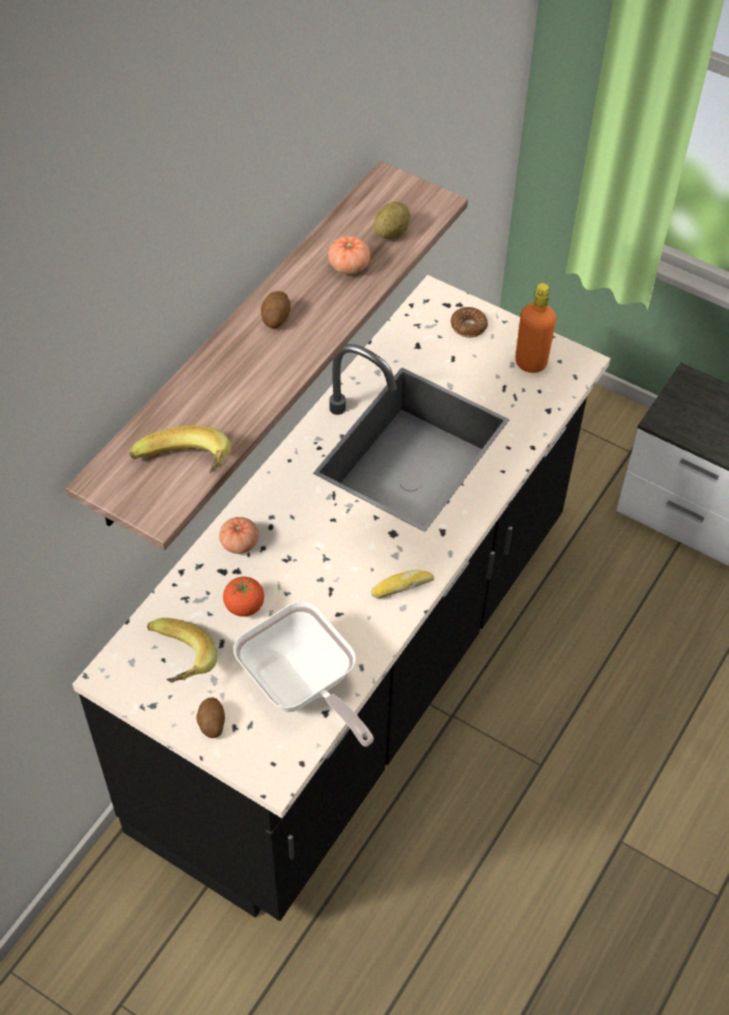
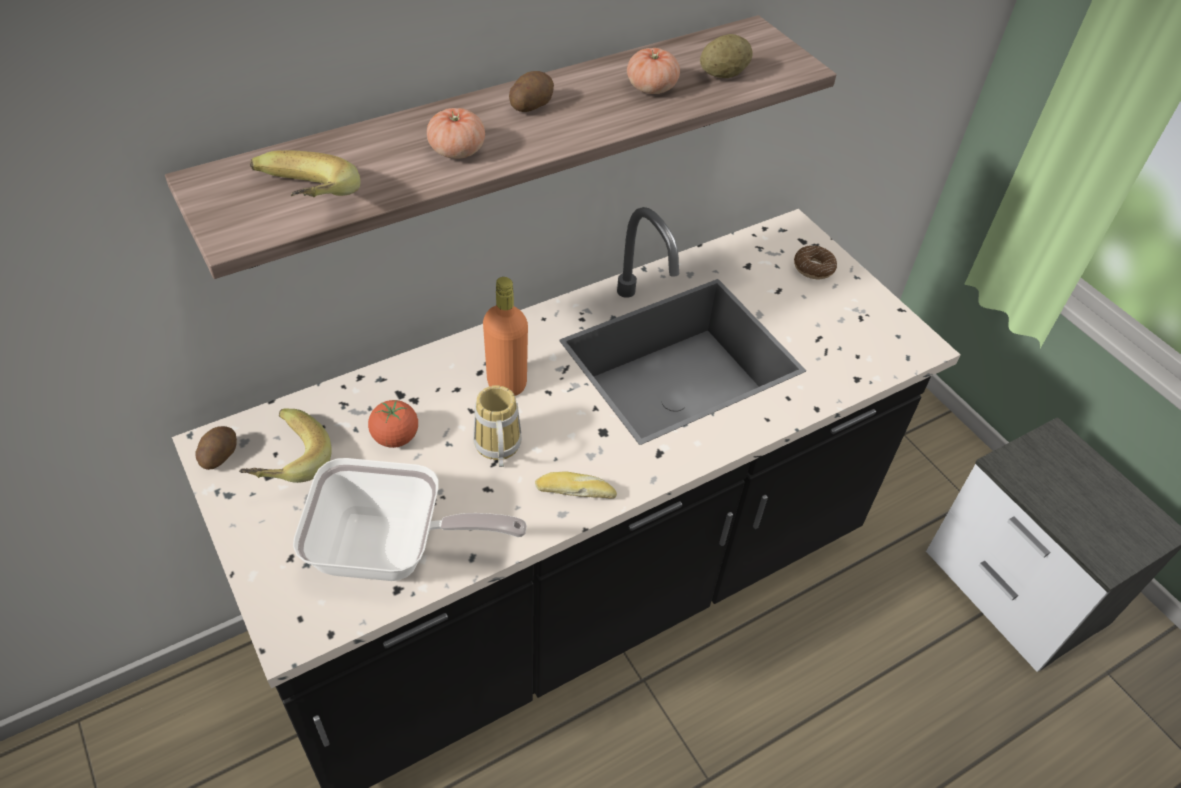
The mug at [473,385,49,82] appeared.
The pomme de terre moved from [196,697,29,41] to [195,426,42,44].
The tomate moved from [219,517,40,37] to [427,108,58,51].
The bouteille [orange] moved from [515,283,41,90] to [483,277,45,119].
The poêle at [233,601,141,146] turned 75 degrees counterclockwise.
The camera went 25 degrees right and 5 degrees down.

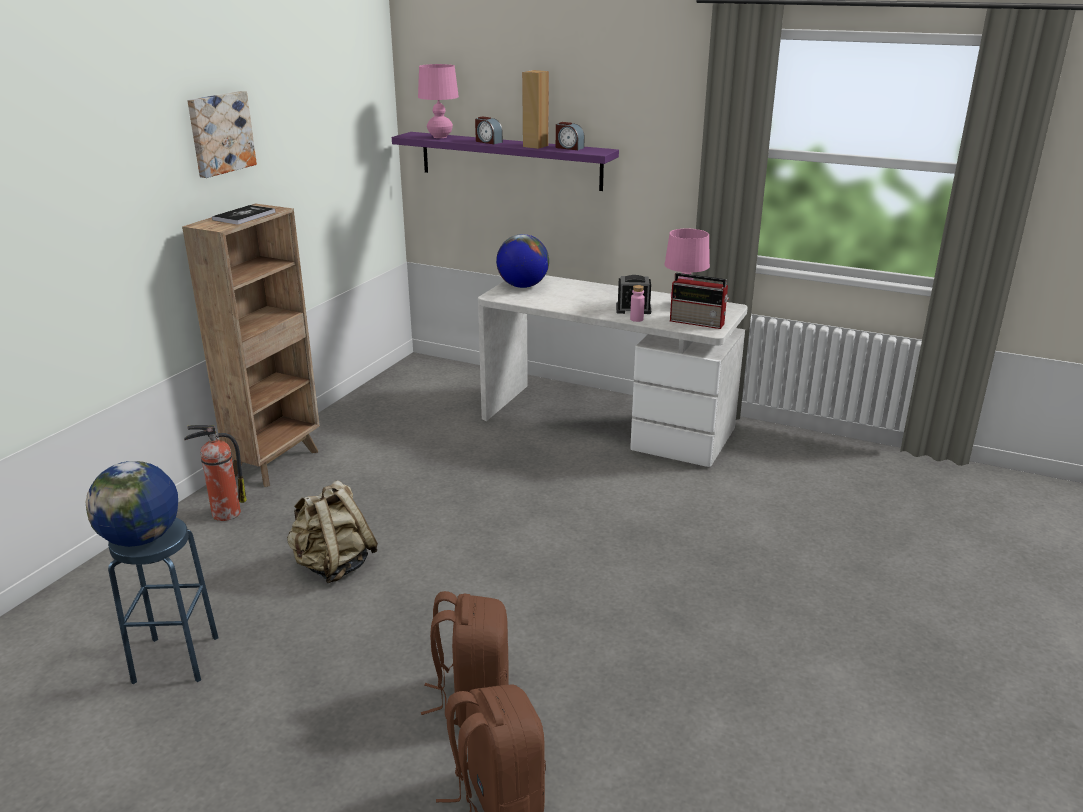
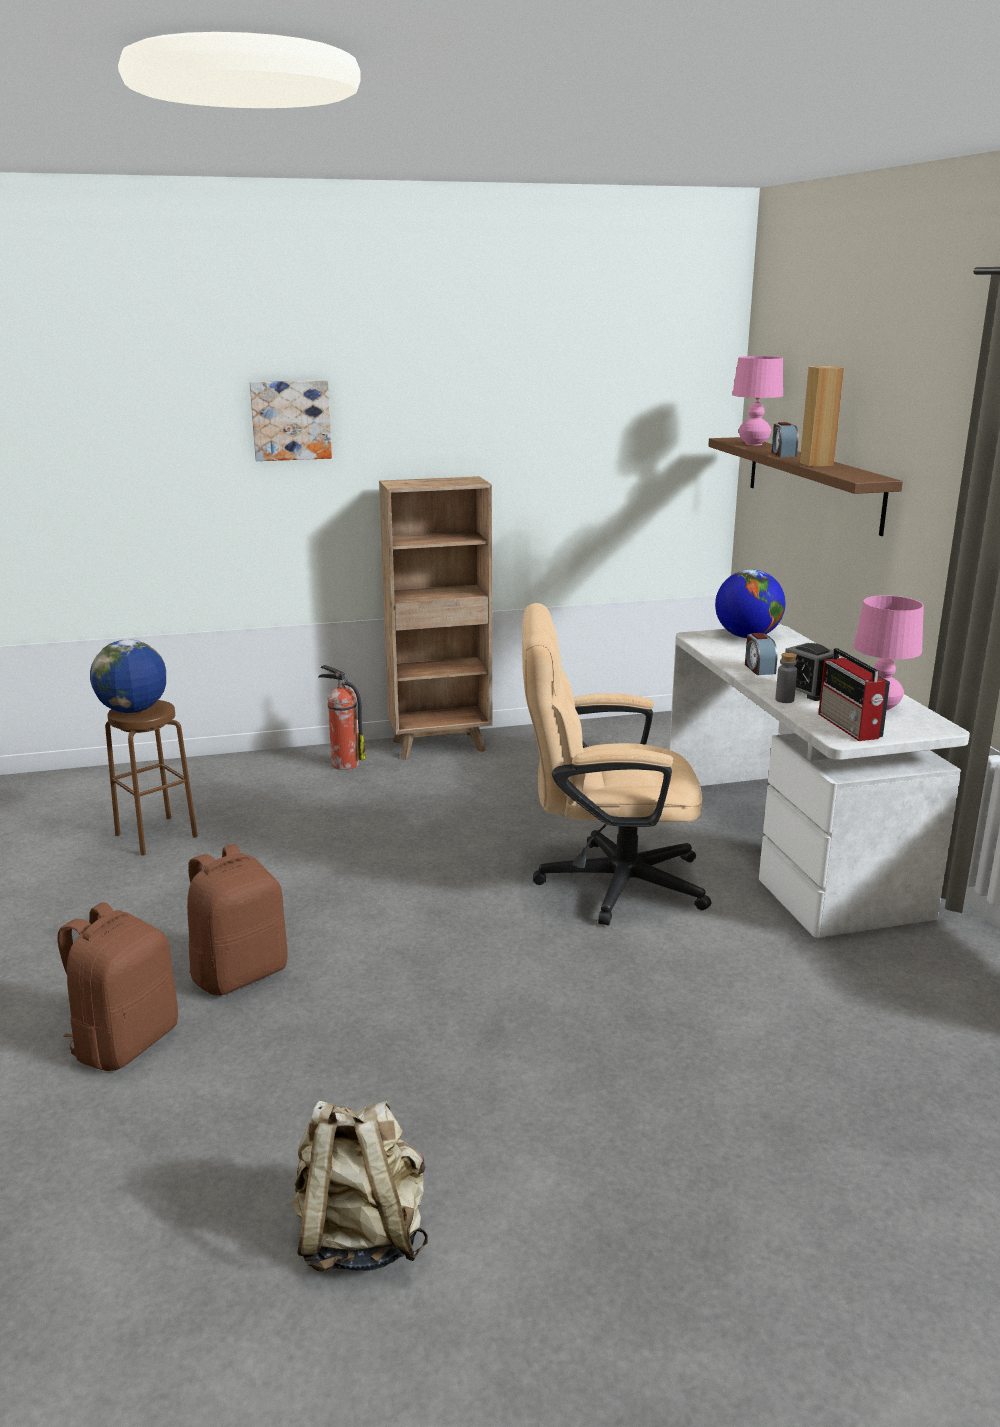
The livre at [212,205,64,20] disappeared.
The chaise de bureau [beige] at [522,603,189,323] appeared.
The tableau moved from [187,91,70,87] to [250,380,82,81].
The sac à dos [beige] moved from [287,480,91,103] to [292,1101,136,171].
The réveil moved from [556,122,28,28] to [745,633,33,42].
The tabouret [bleu] at [108,518,111,166] became the tabouret [marron] at [105,700,93,155].
The étagère [violet] at [392,132,227,59] became the étagère [marron] at [708,437,195,99].
The bouteille [rose] at [630,285,15,37] became the bouteille [gris] at [775,653,22,50].
The camera went 50 degrees right and 5 degrees down.

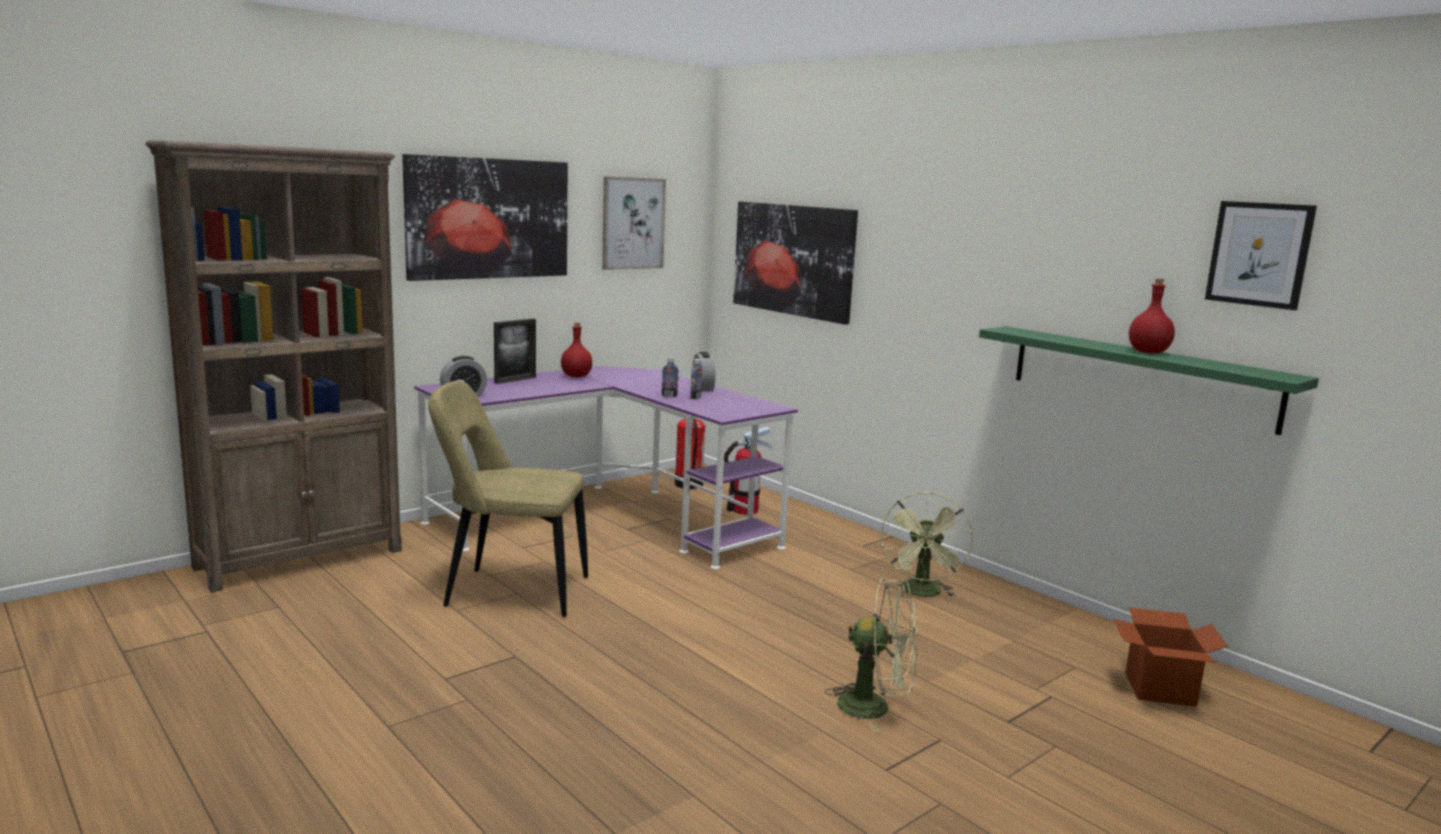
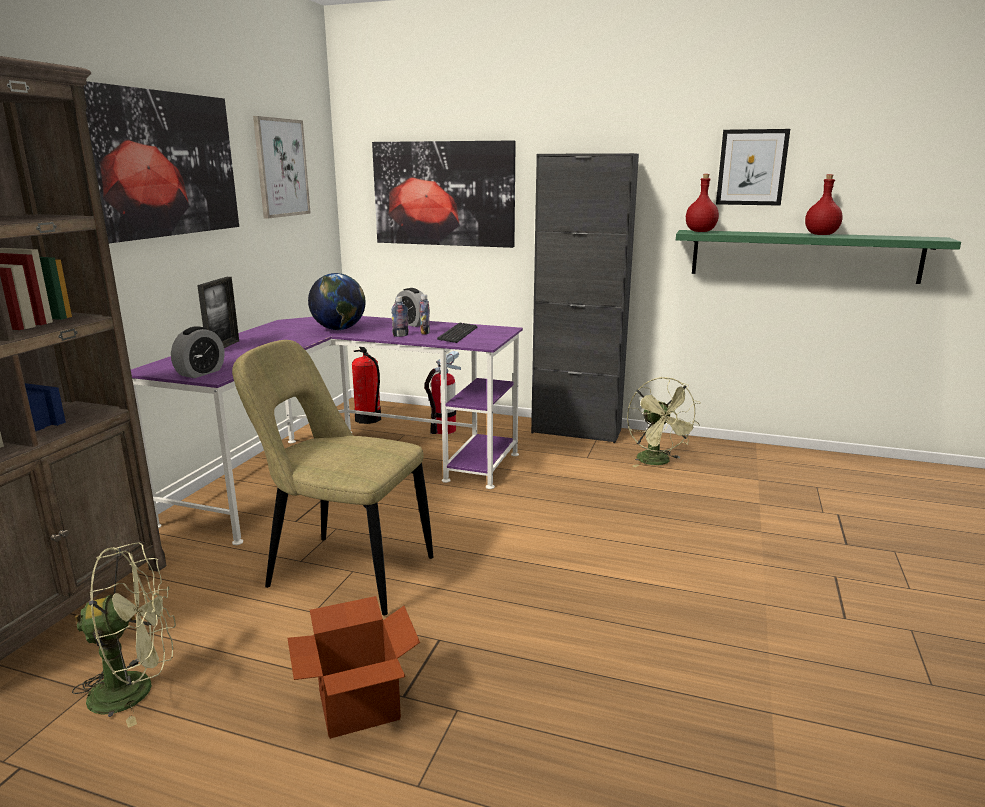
The globe at [308,273,58,57] appeared.
The clavier at [437,323,40,20] appeared.
The meuble de rangement [noir] at [531,153,108,290] appeared.
The bouteille [rouge] moved from [561,322,31,55] to [686,174,33,58].
The ventilateur [vert] moved from [825,578,92,154] to [72,543,104,185].
The carton moved from [1113,607,115,100] to [287,596,133,143].
The tableau moved from [1205,201,112,109] to [716,129,74,77].
The chaise [beige] at [429,381,159,236] turned 45 degrees clockwise.
The camera went 30 degrees left and 5 degrees up.

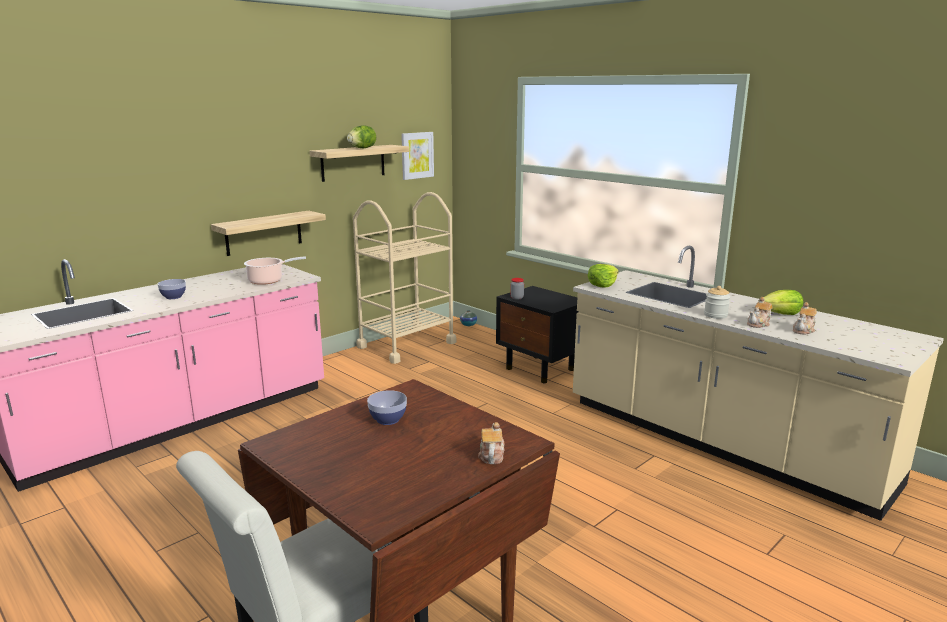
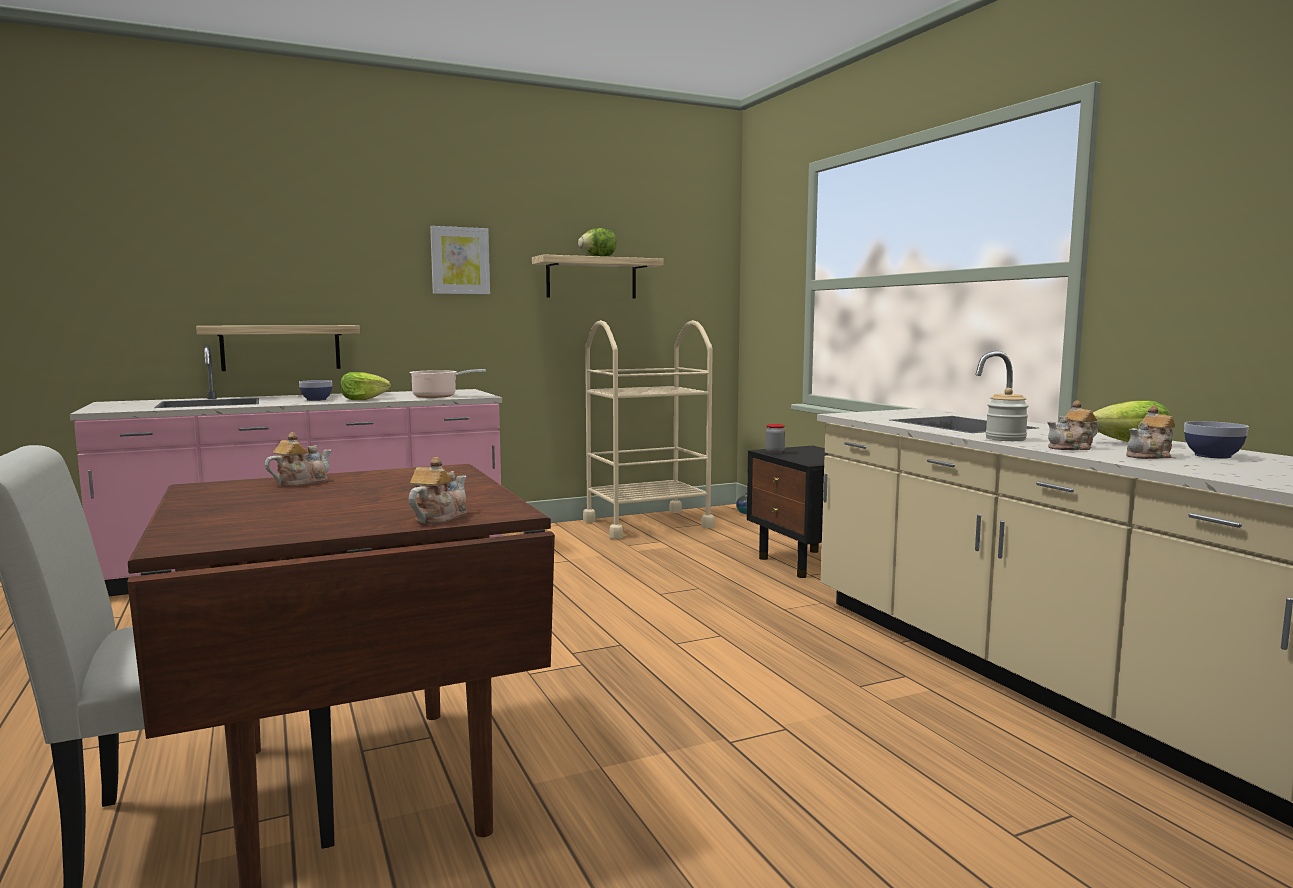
The théière at [265,432,67,55] appeared.
The étagère moved from [211,211,115,45] to [196,325,164,46].
The bol moved from [367,390,40,35] to [1184,421,65,38].
The tableau moved from [401,132,33,48] to [430,226,60,68].
The laitue moved from [588,264,31,23] to [340,372,51,28].
The camera went 20 degrees right and 10 degrees down.

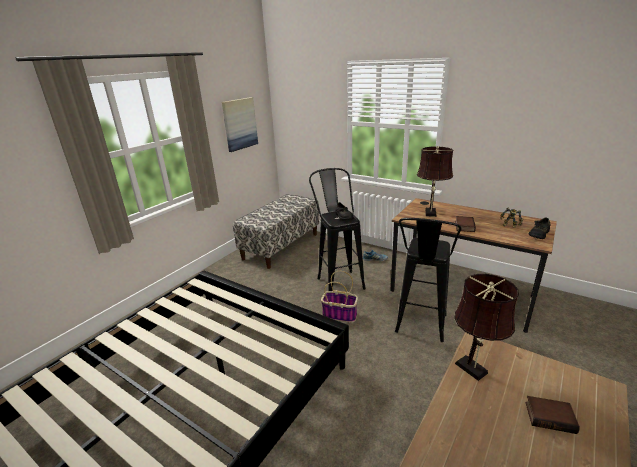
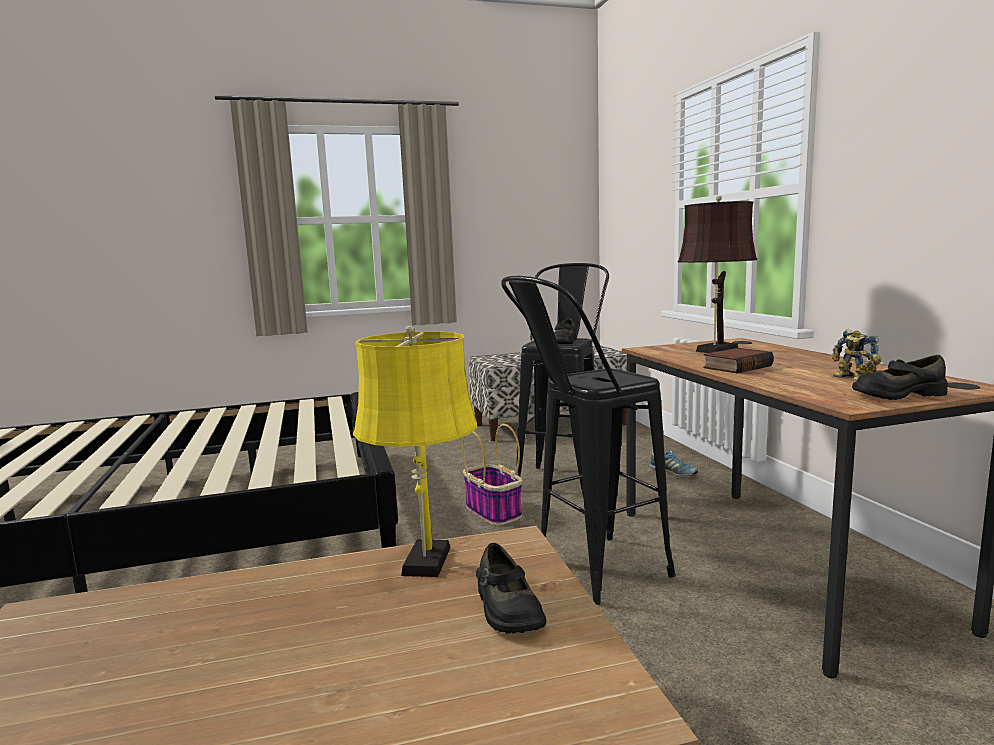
The tableau at [222,97,36,55] disappeared.
The livre at [525,396,55,38] disappeared.
The chaussure [noir] at [476,543,71,90] appeared.
The lampe de table [marron] at [454,274,65,107] became the lampe de table [jaune] at [353,325,125,252].
The camera went 40 degrees right and 15 degrees down.

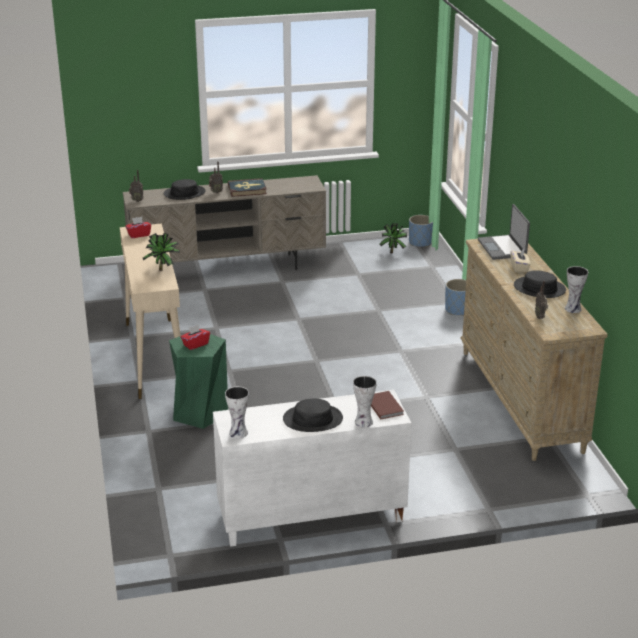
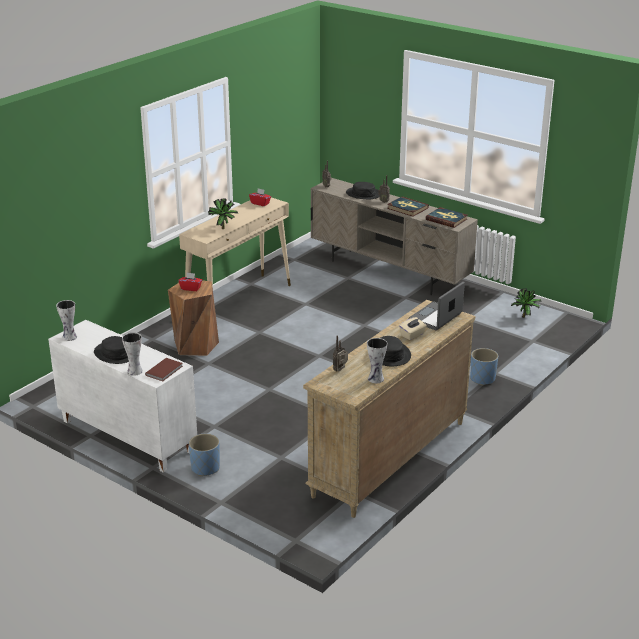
The livre at [426,207,41,21] appeared.
The cache-pot [bleu] moved from [409,215,24,32] to [189,434,31,42].
The tabouret [vert] at [169,334,59,95] became the tabouret [marron] at [168,280,51,76].
The camera went 50 degrees right and 0 degrees up.

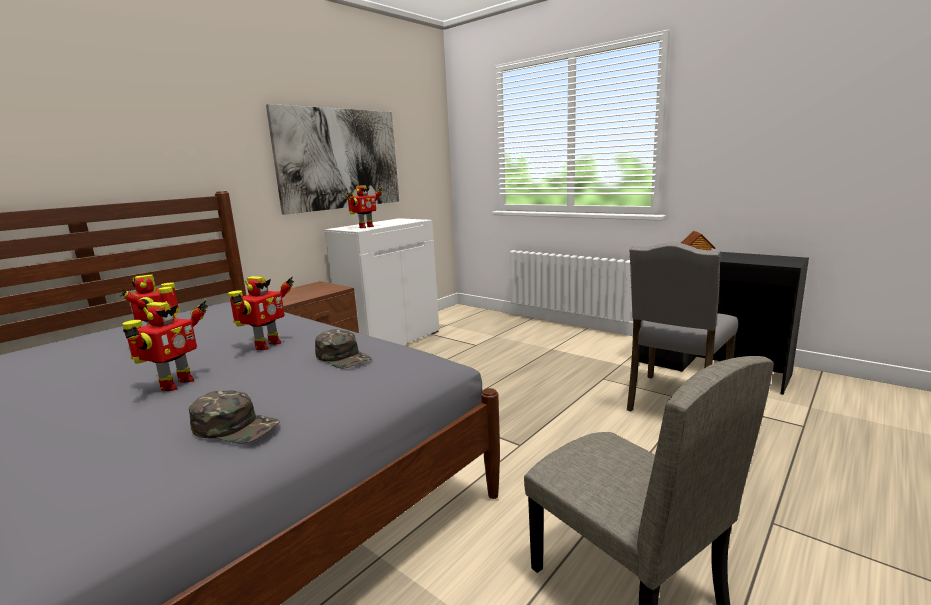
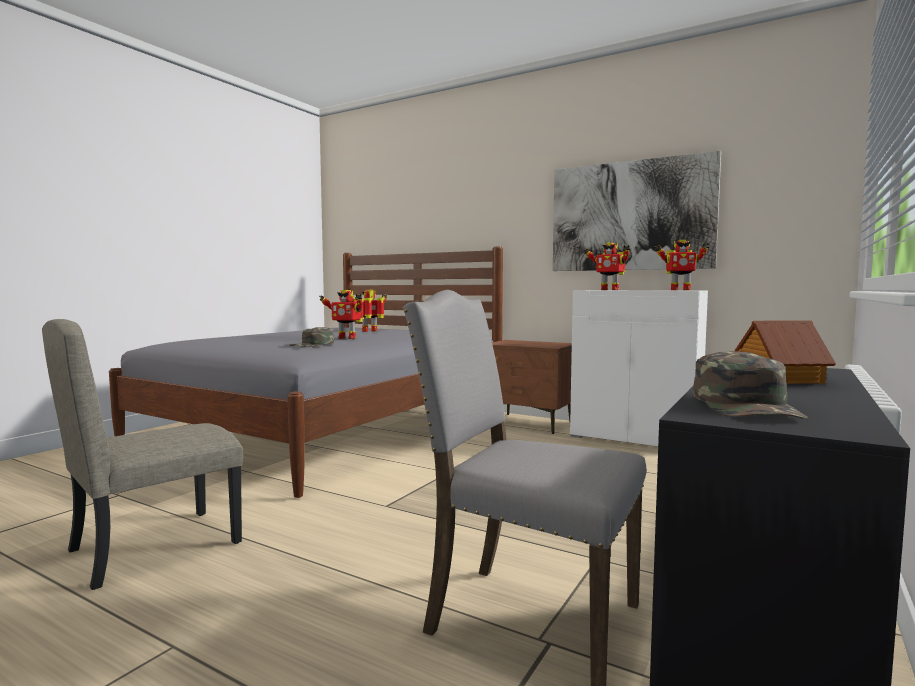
The robot jouet moved from [122,300,87,91] to [655,240,54,50].
The casquette [vert] moved from [189,390,91,53] to [693,351,115,68].
The camera went 80 degrees right and 10 degrees down.

